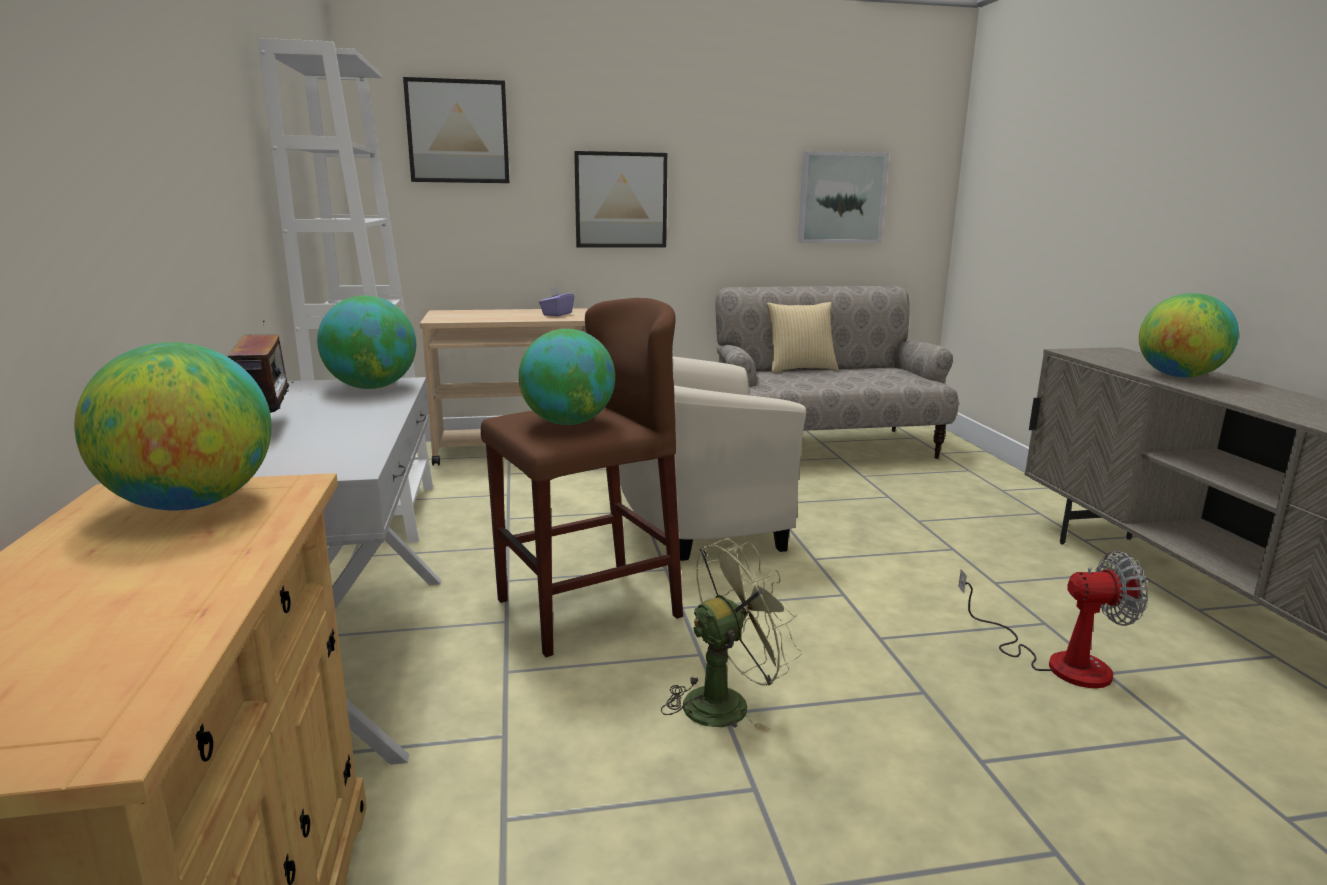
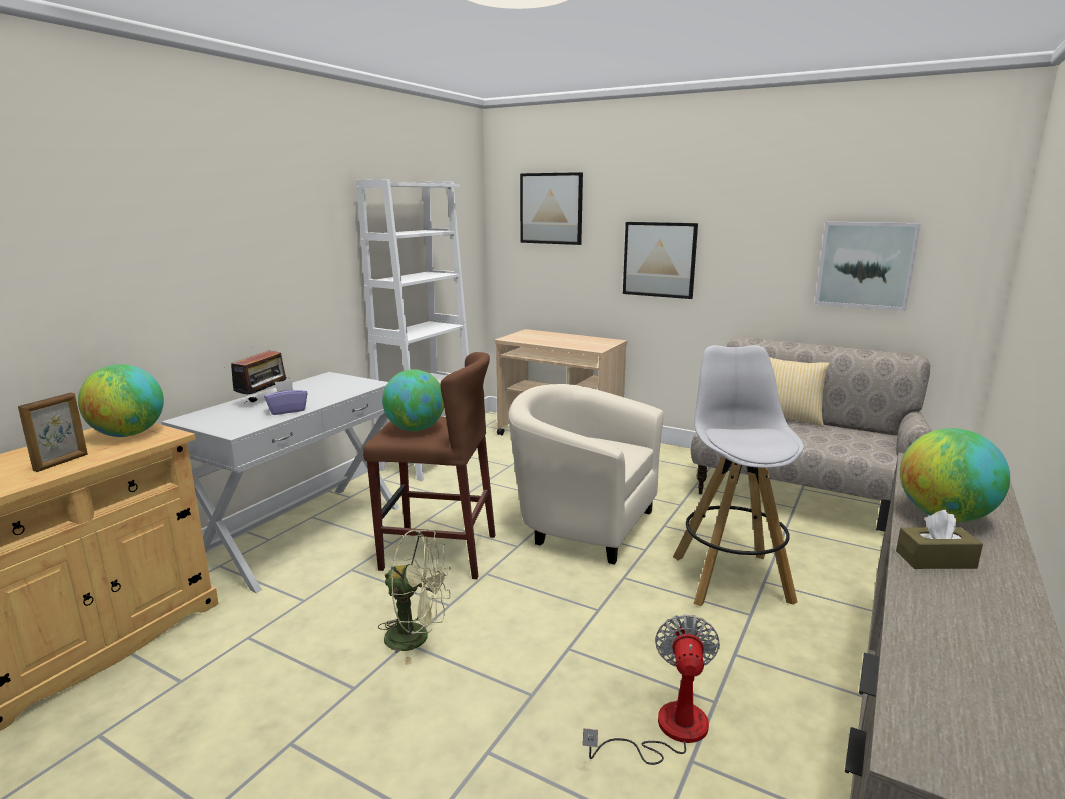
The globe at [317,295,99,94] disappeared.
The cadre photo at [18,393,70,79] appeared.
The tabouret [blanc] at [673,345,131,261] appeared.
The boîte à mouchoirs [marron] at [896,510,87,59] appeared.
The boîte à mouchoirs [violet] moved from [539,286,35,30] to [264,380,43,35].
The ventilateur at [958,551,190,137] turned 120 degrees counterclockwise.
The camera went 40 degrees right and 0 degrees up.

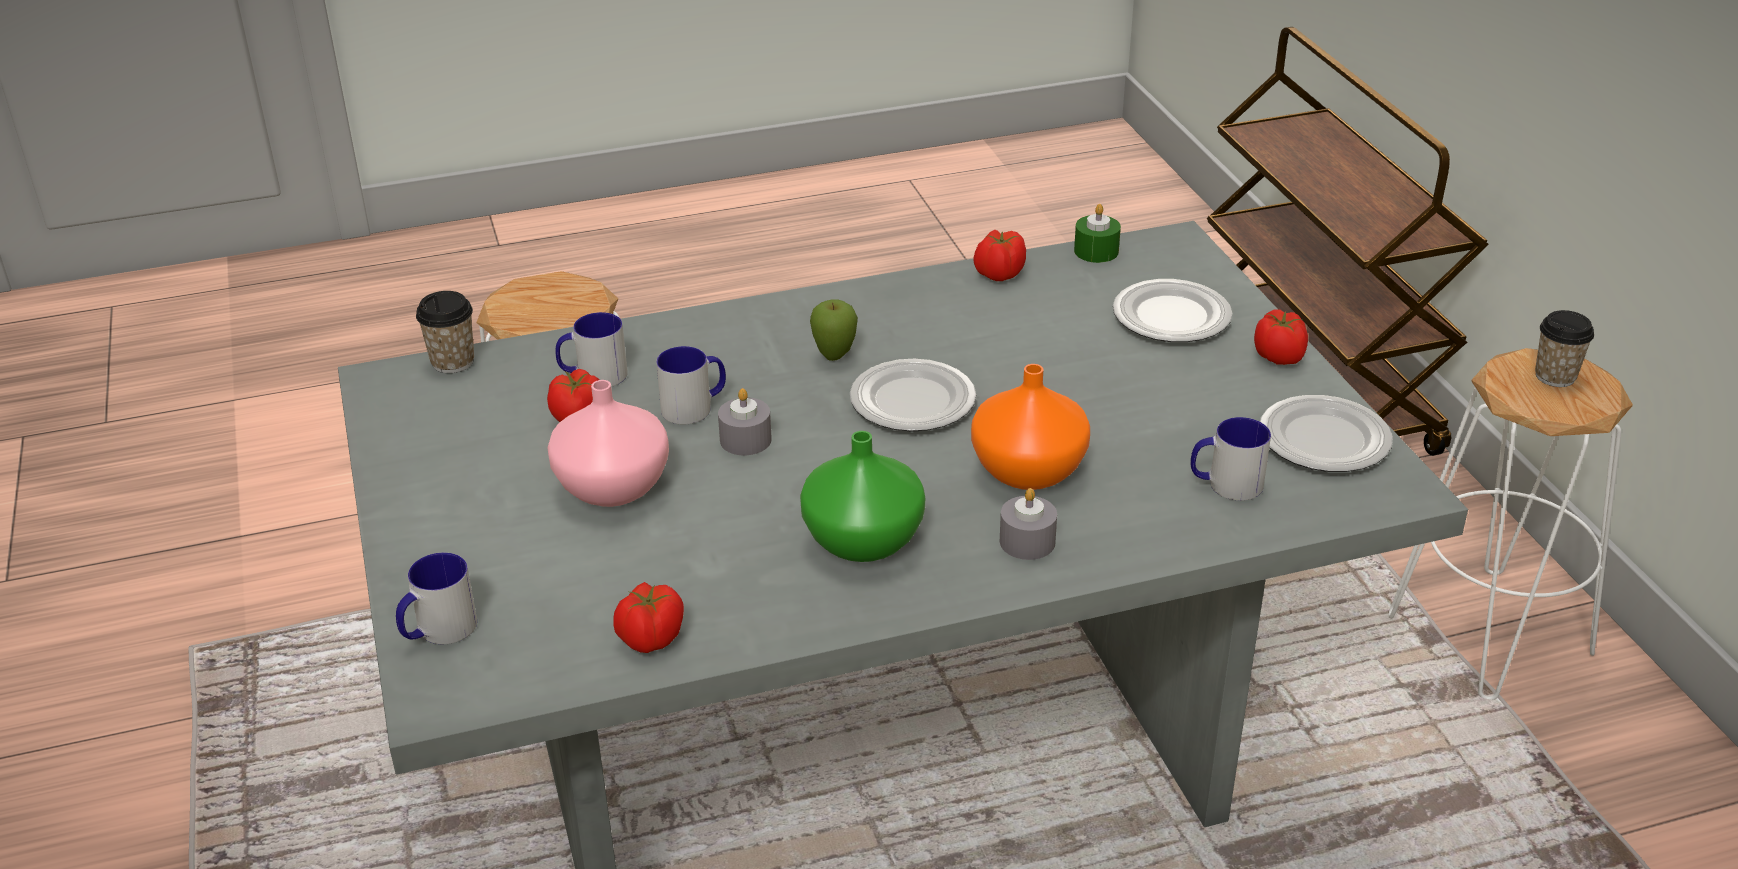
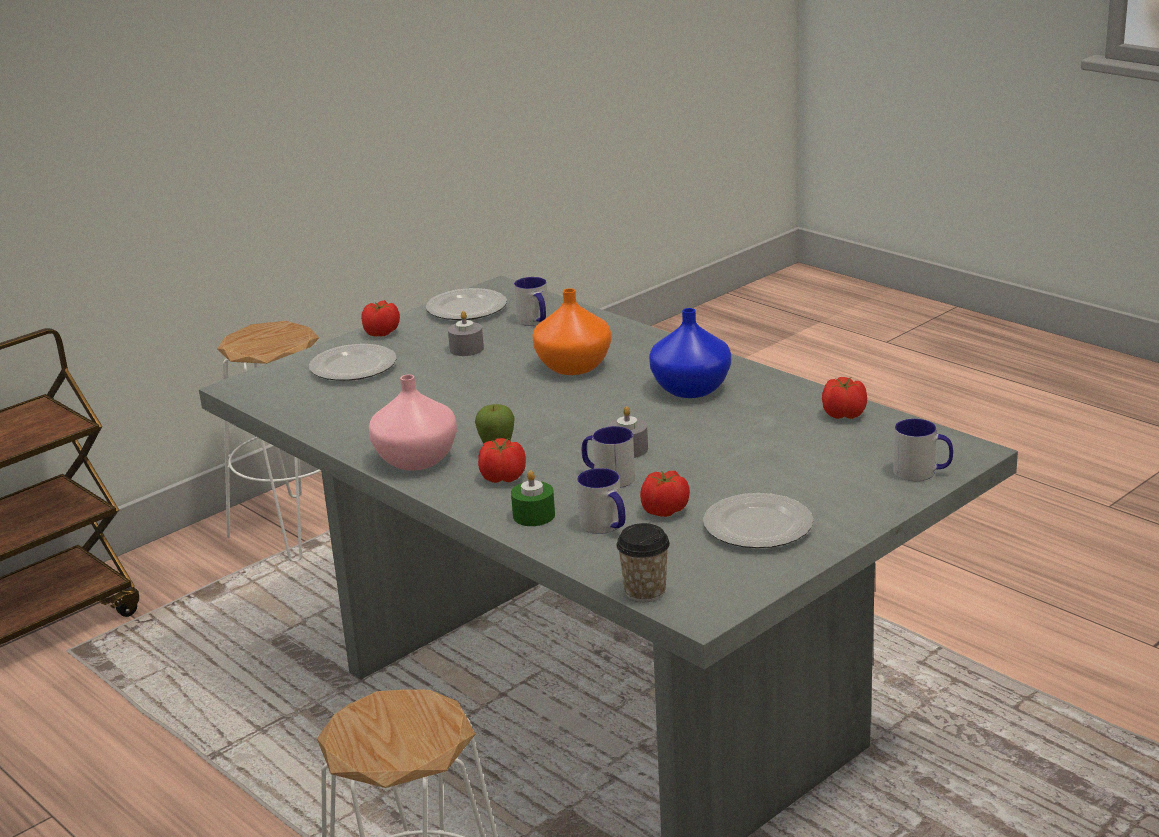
The tasse at [1535,310,59,77] disappeared.
The vase [rose] moved from [547,380,122,127] to [369,374,88,97].
The assiette moved from [850,359,126,73] to [703,493,110,55].
The tomate moved from [974,230,52,51] to [478,438,48,45].
The bougie [gris] moved from [1000,488,57,72] to [448,311,36,45].
The bougie [vert] moved from [1074,204,47,59] to [511,470,44,56].
The vase [vert] at [800,431,125,131] became the vase [bleu] at [649,308,82,90].
The camera went 115 degrees left and 10 degrees down.

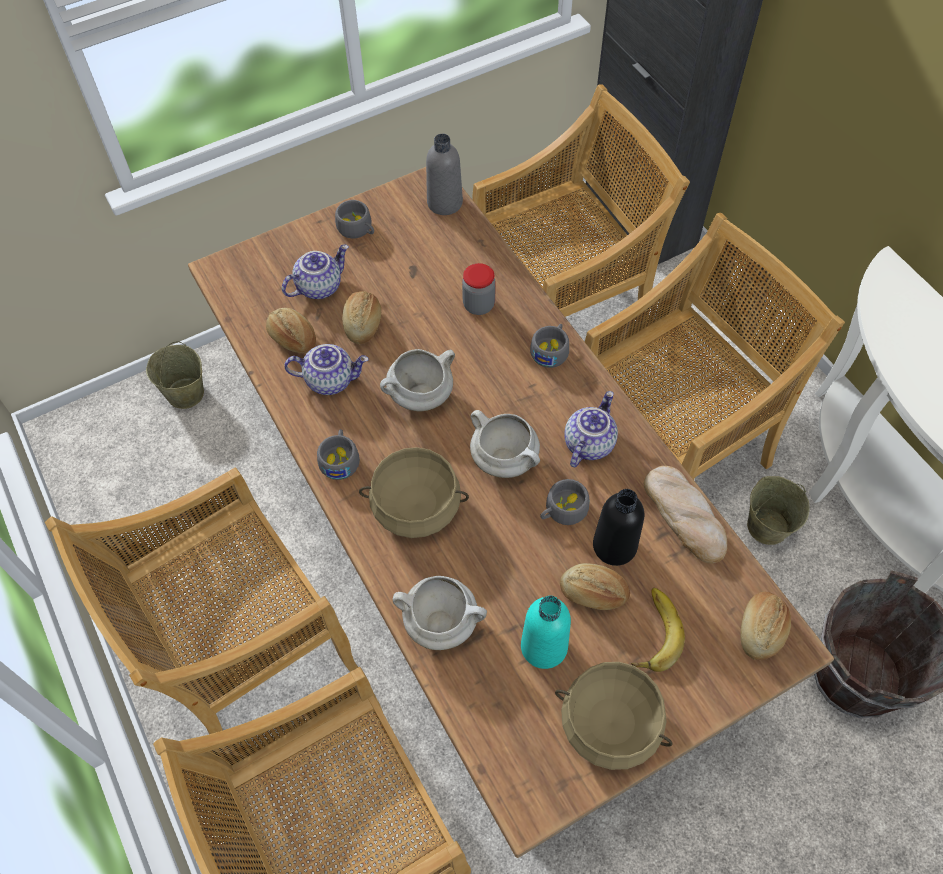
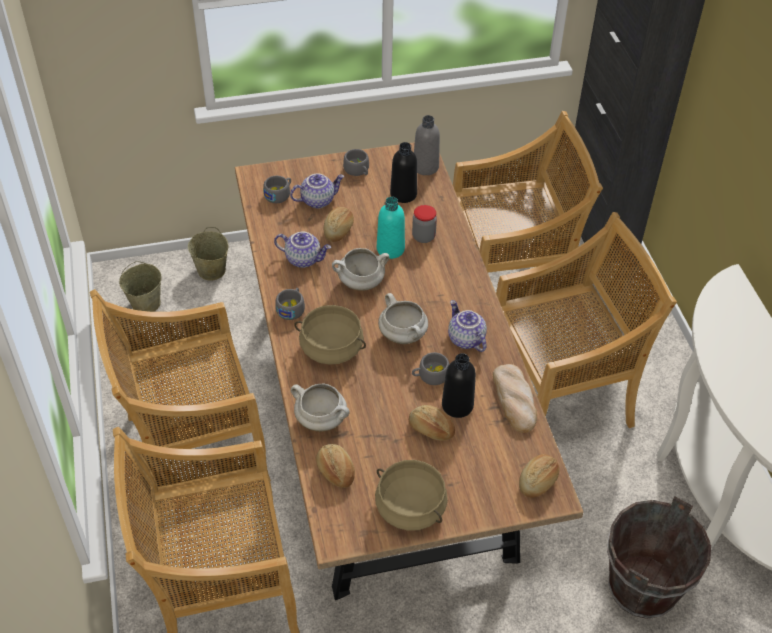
The banane at [631,588,54,84] disappeared.
The bouteille [noir] at [390,142,27,61] appeared.
The pain moved from [266,308,50,45] to [316,444,39,44].
The bouteille [turquoise] moved from [521,596,50,73] to [377,197,28,62].
The tasse [gris] moved from [530,324,39,44] to [263,176,28,27].
The seau [beige] moved from [747,476,63,69] to [119,261,43,51].
The théière at [564,391,54,76] turned 75 degrees counterclockwise.
The camera went 15 degrees right and 10 degrees down.

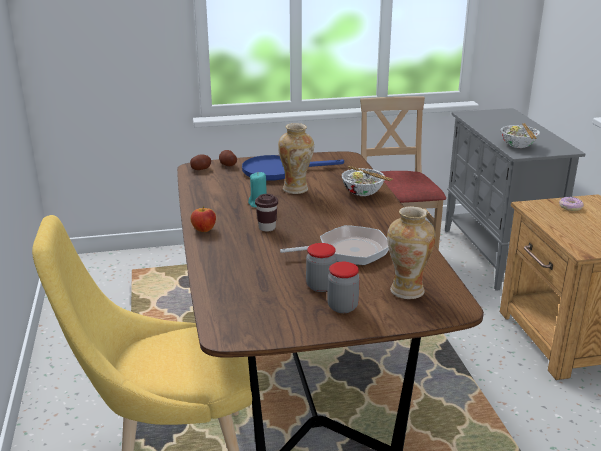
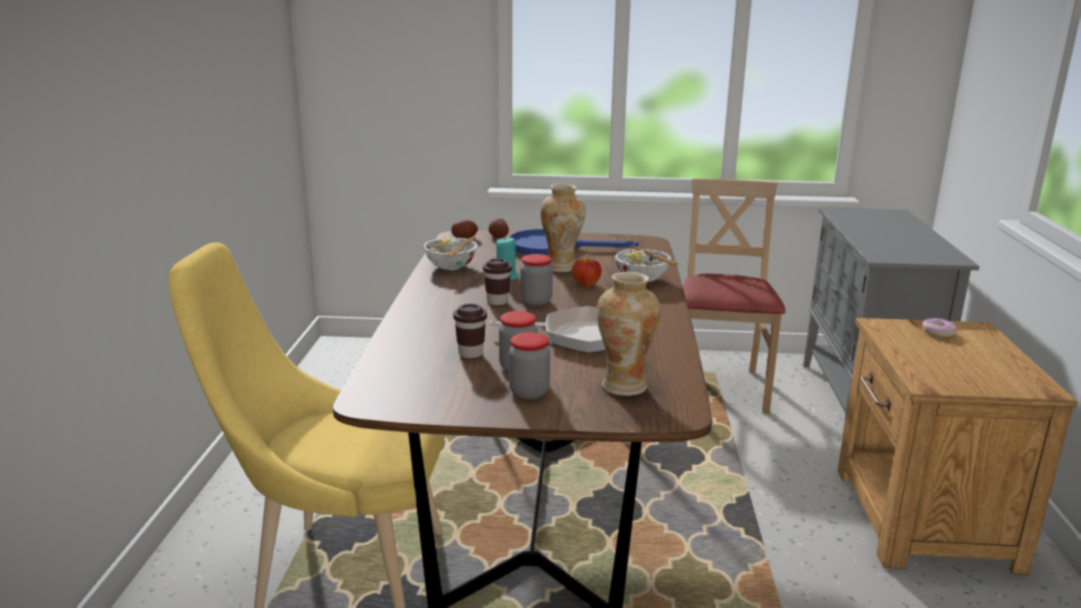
The tasse [marron] at [453,304,34,54] appeared.
The bocal at [520,254,33,52] appeared.
The pomme moved from [191,206,25,26] to [572,256,30,31].
The bol moved from [500,123,40,25] to [423,236,55,34].
The camera went 15 degrees right and 5 degrees down.

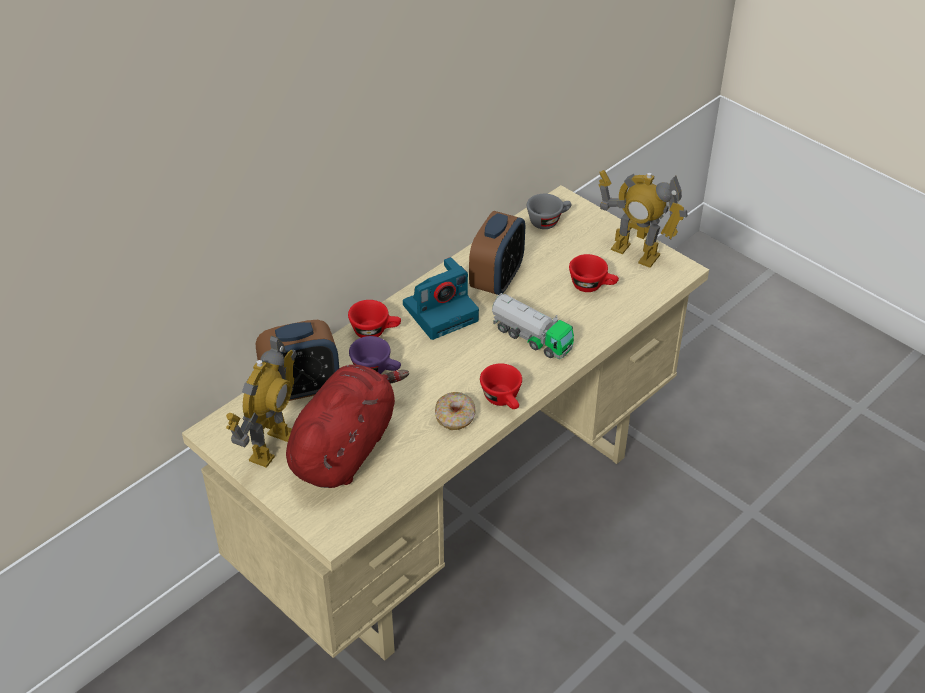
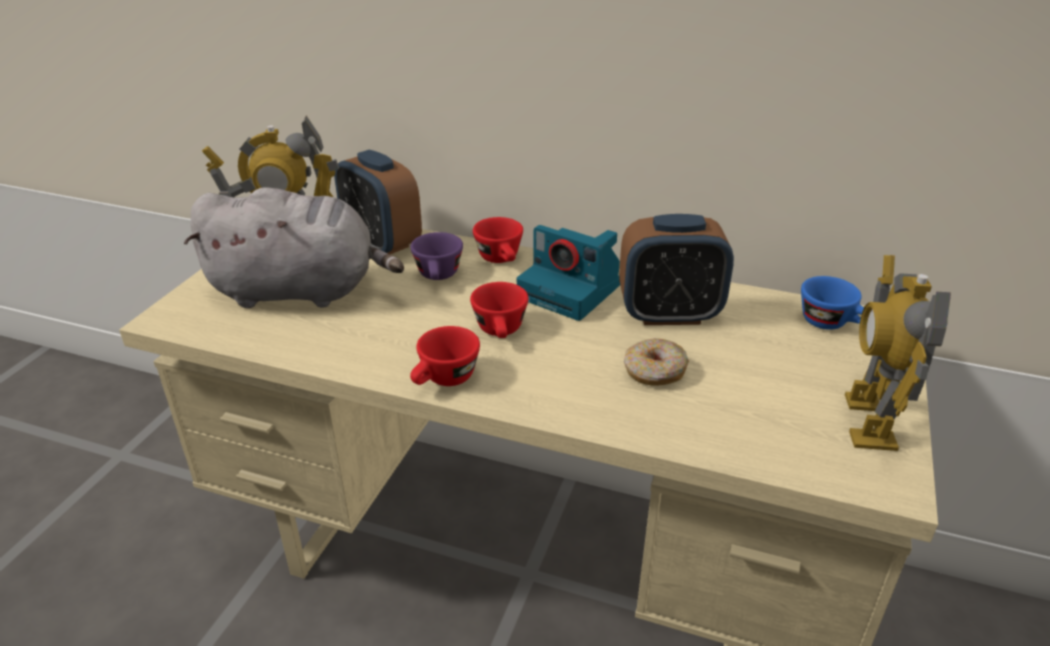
The camion jouet at [492,293,82,66] disappeared.
The beignet moved from [435,392,41,38] to [624,338,65,48].
The tasse [rouge] moved from [569,254,50,38] to [470,282,58,56].
The peluche [rouge] at [286,365,123,123] became the peluche [gris] at [184,187,220,121].
The tasse [gris] at [527,194,45,35] became the tasse [bleu] at [801,276,63,54].
The camera went 65 degrees right and 10 degrees down.

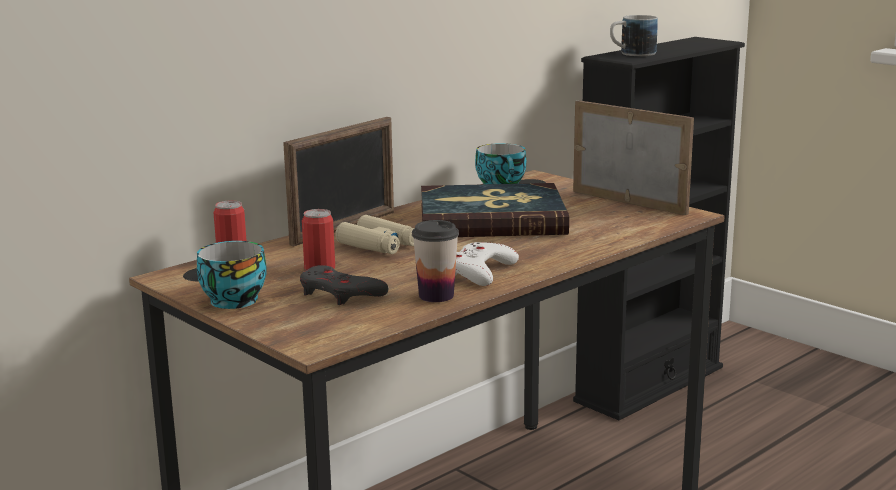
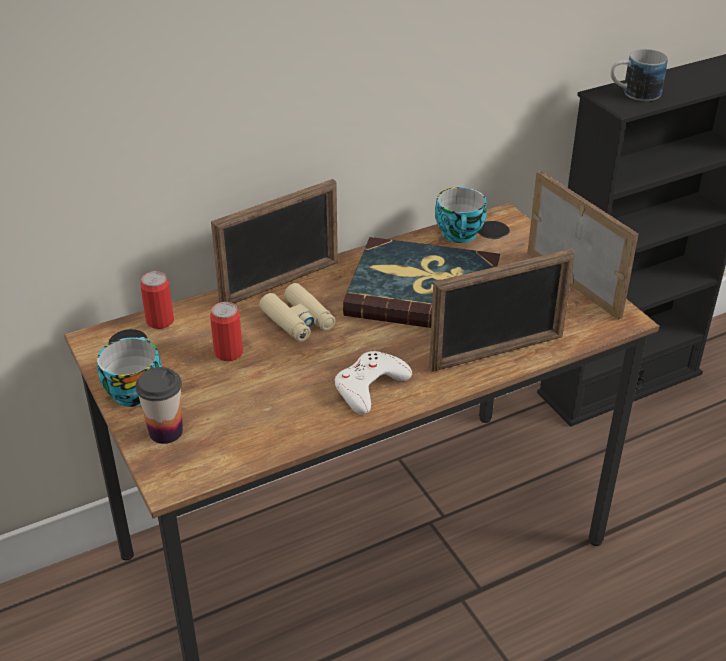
The manette [gris] at [300,265,88,40] disappeared.
The cadre photo at [429,249,146,123] appeared.
The tasse moved from [412,220,47,82] to [135,367,48,77].
The camera went 15 degrees right and 20 degrees up.

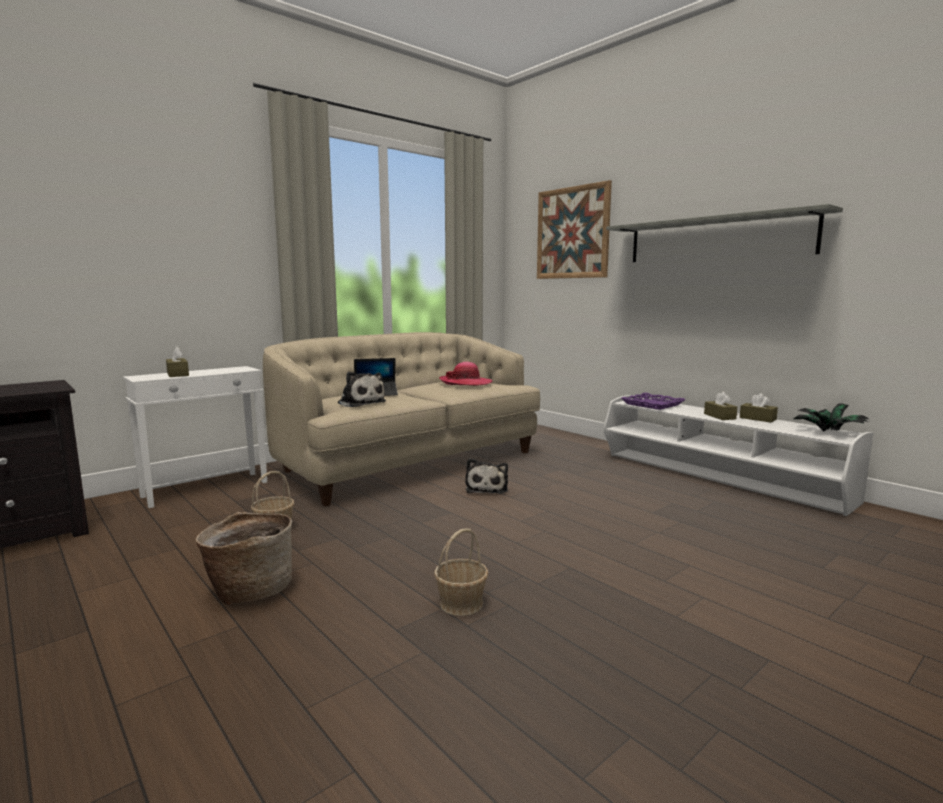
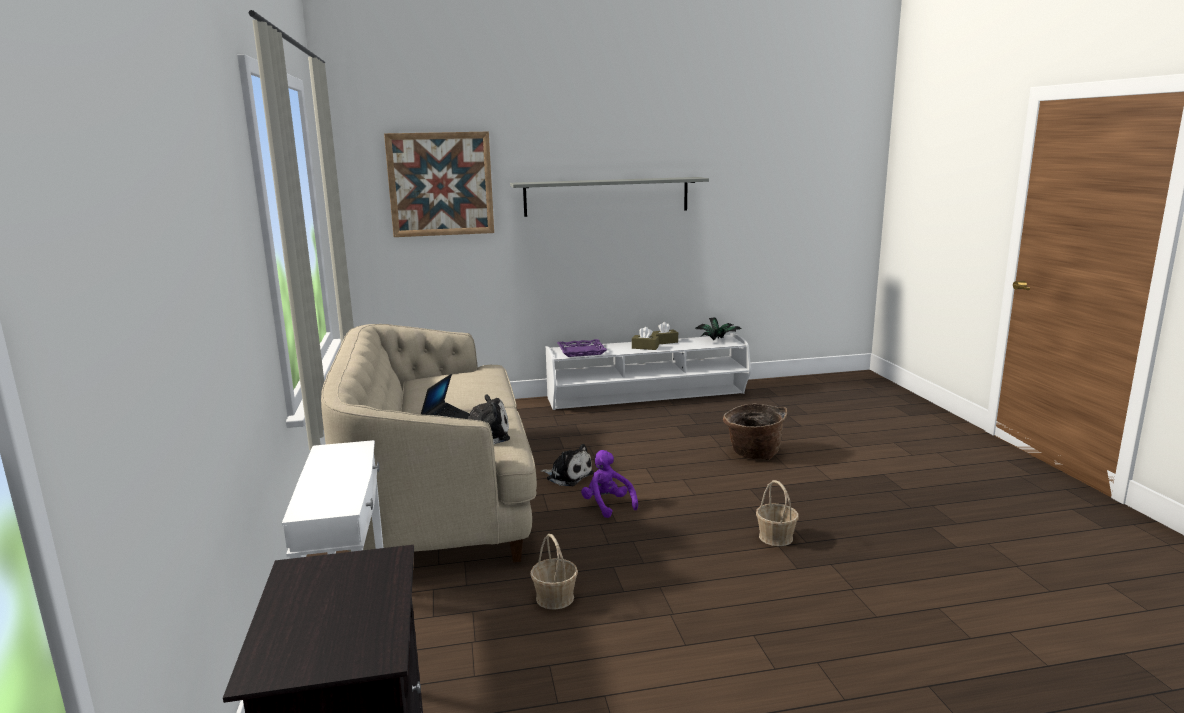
The boîte à mouchoirs [marron] at [166,347,23,30] disappeared.
The chapeau at [439,362,54,24] disappeared.
The peluche [violet] at [581,450,57,68] appeared.
The panier moved from [196,512,96,93] to [723,404,65,56].
The camera went 60 degrees left and 5 degrees up.

